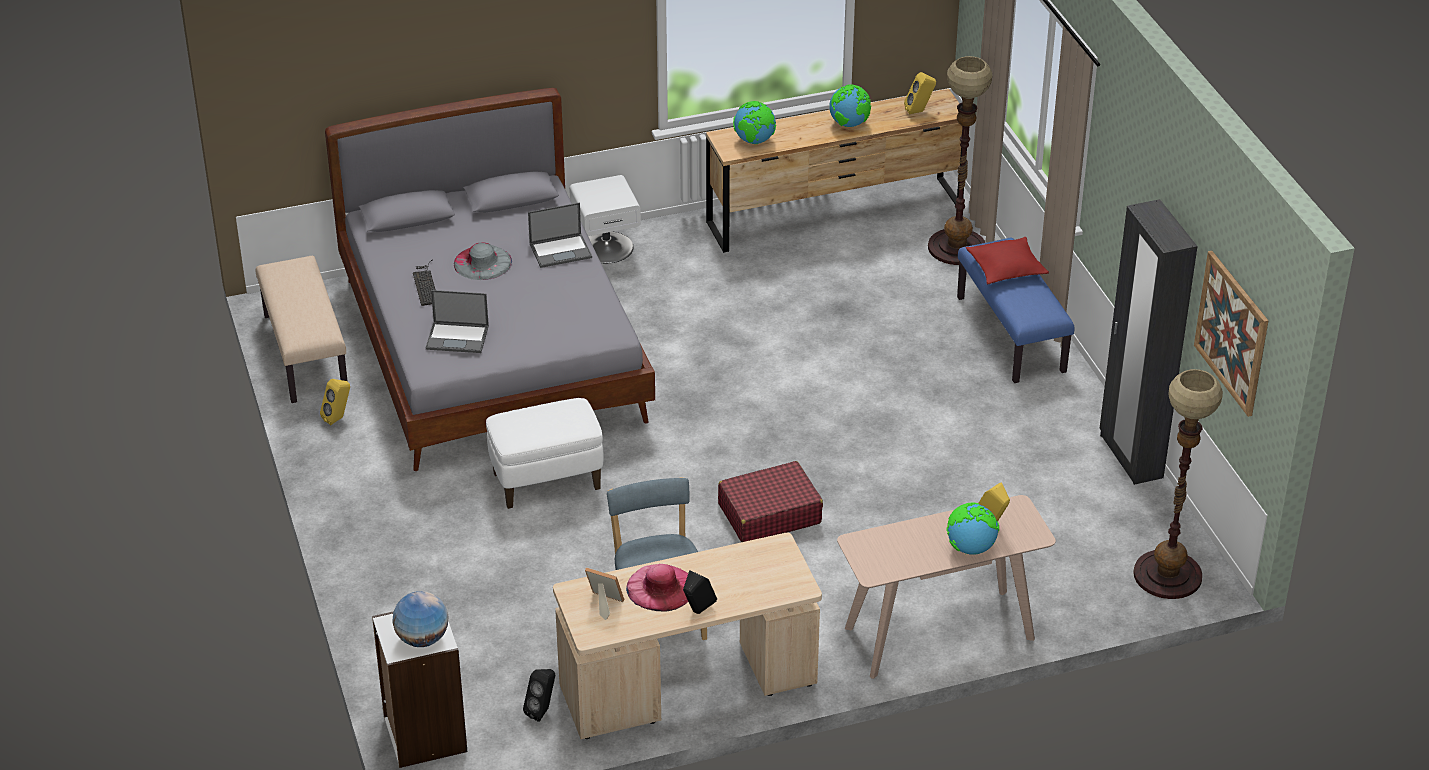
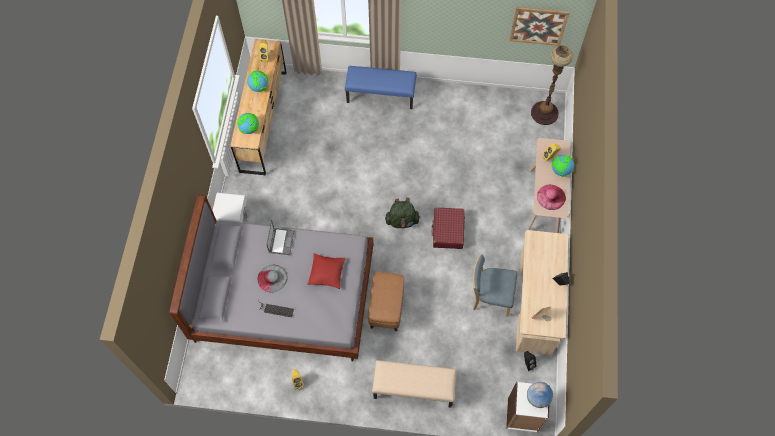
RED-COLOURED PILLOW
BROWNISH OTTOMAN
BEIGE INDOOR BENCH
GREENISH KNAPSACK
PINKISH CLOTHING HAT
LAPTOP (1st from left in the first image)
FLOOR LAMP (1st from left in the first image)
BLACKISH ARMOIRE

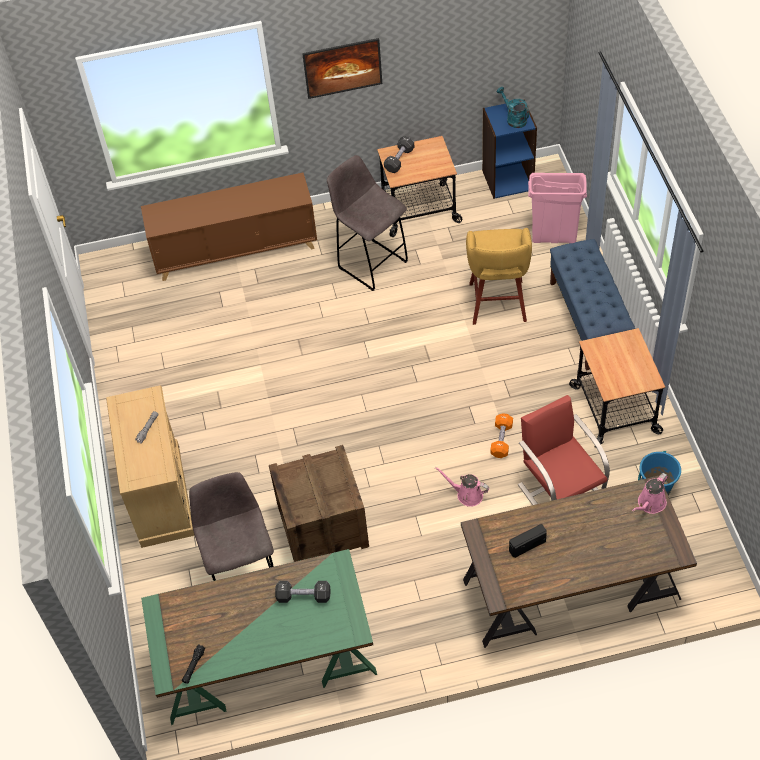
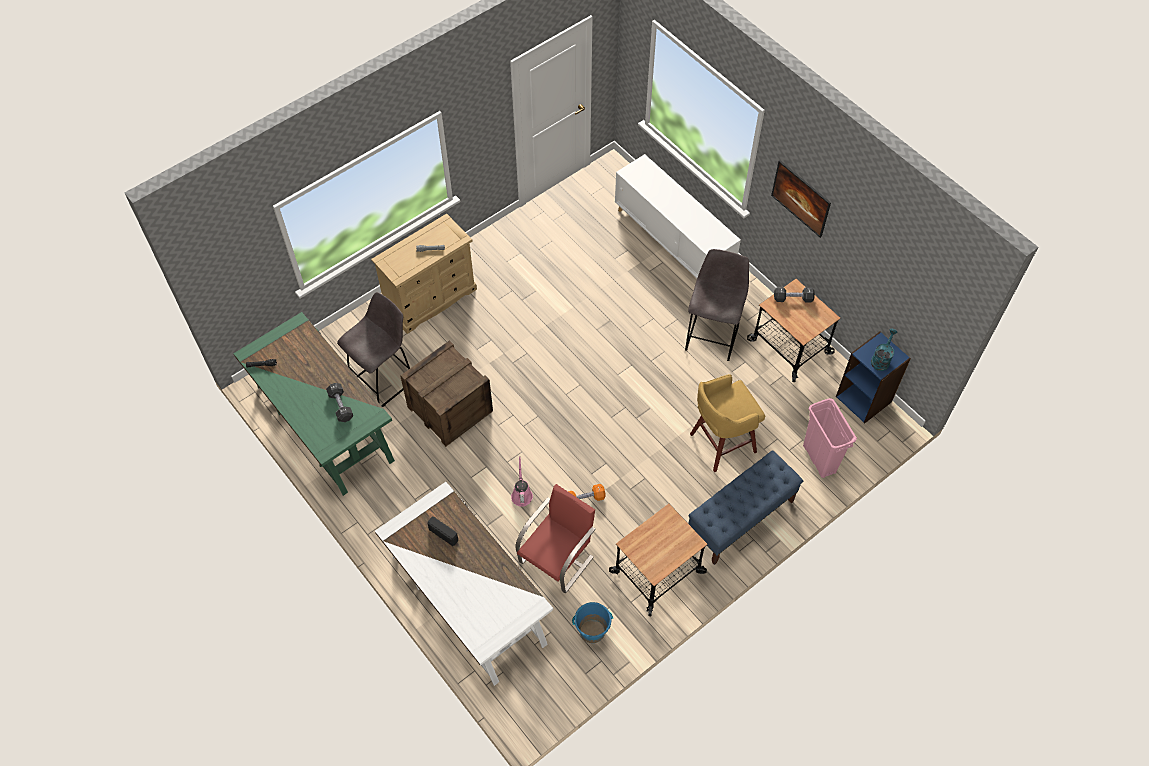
WHITISH DESK UNIT
WHITISH STORAGE CABINET
PINKISH WATERING CAN (2nd from left in the first image)

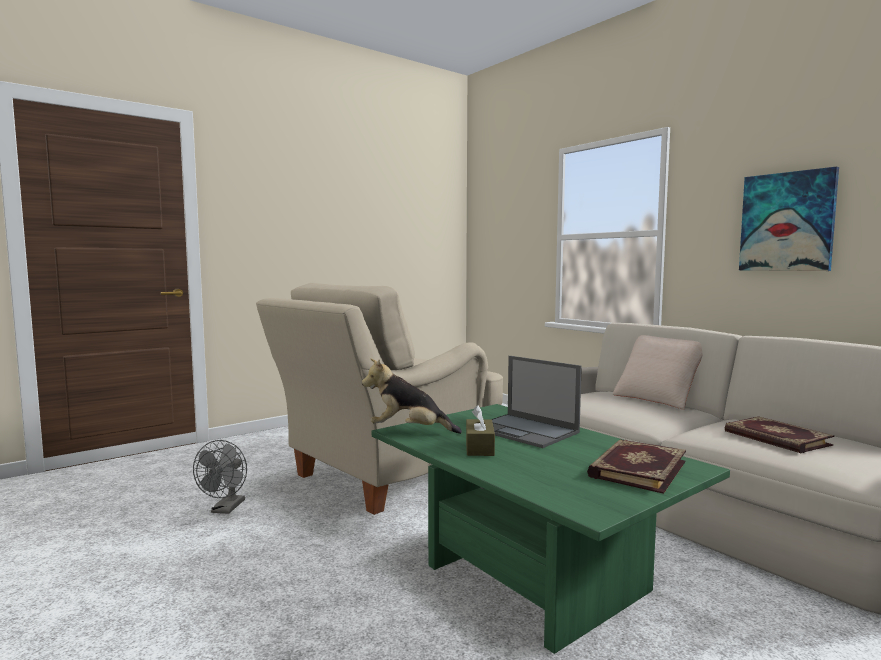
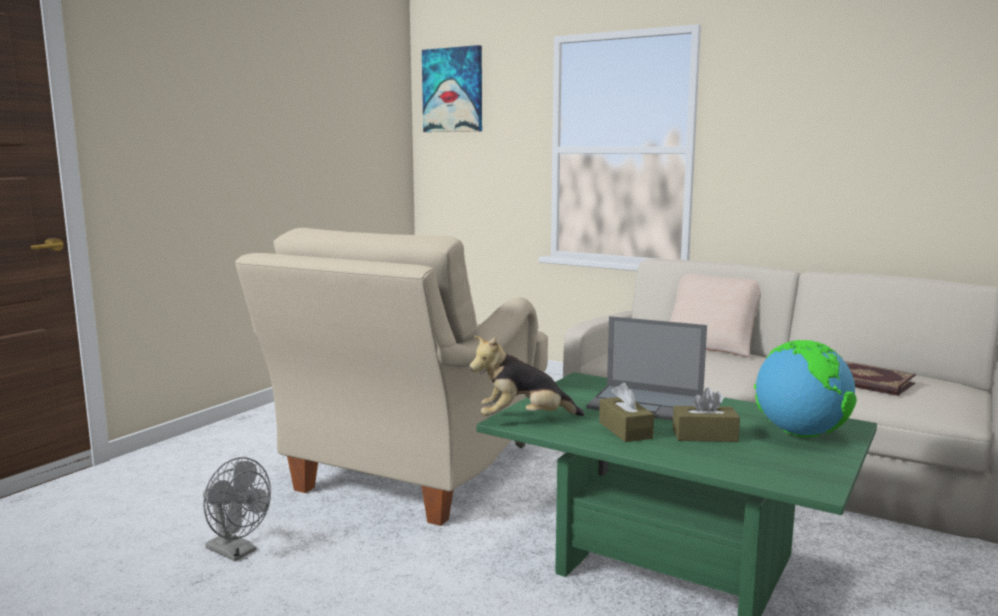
GREYISH ELECTRIC FAN
WALL ART
BROWNISH TISSUE BOX (2nd from left)
DESK GLOBE

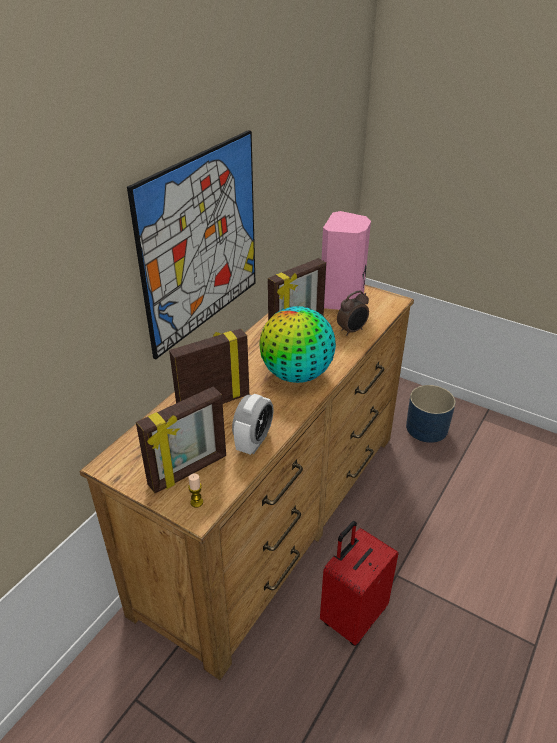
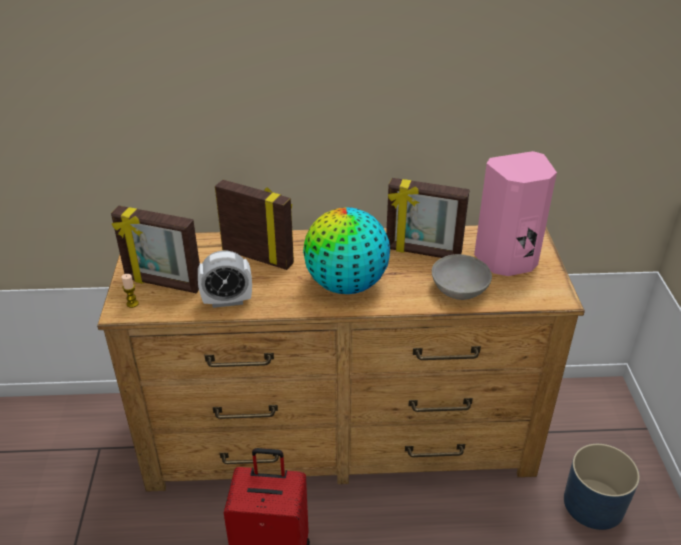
GREYISH SERVING BOWL
WALL ART

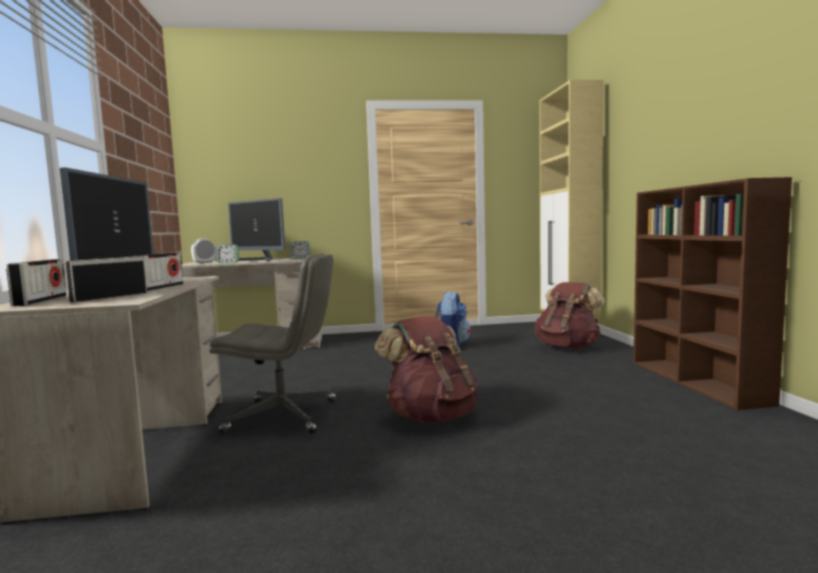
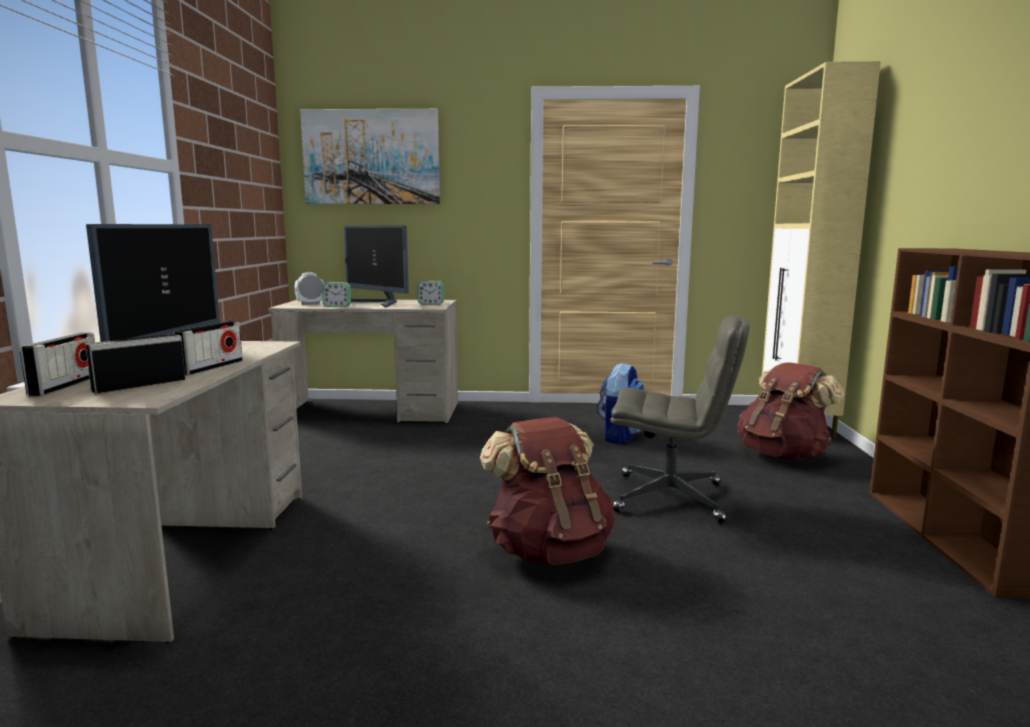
WALL ART
GREYISH DESK CHAIR

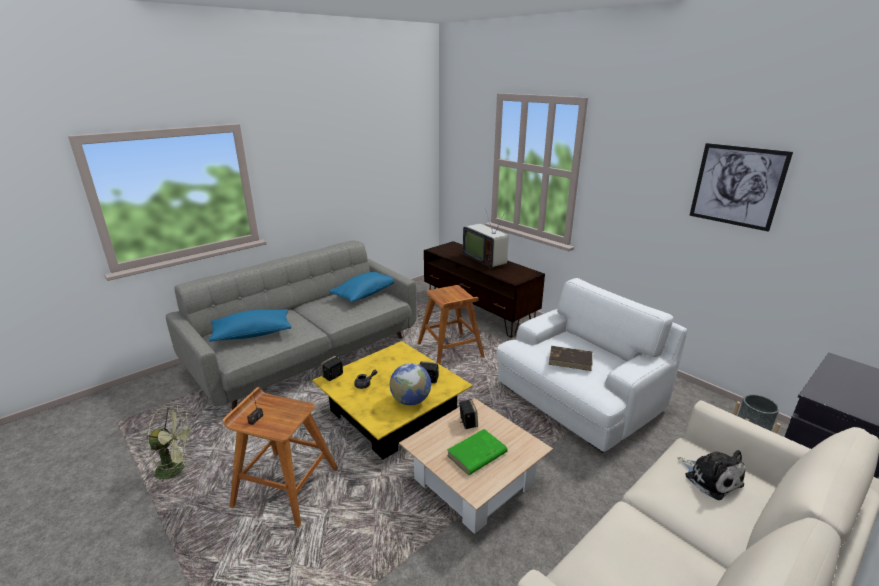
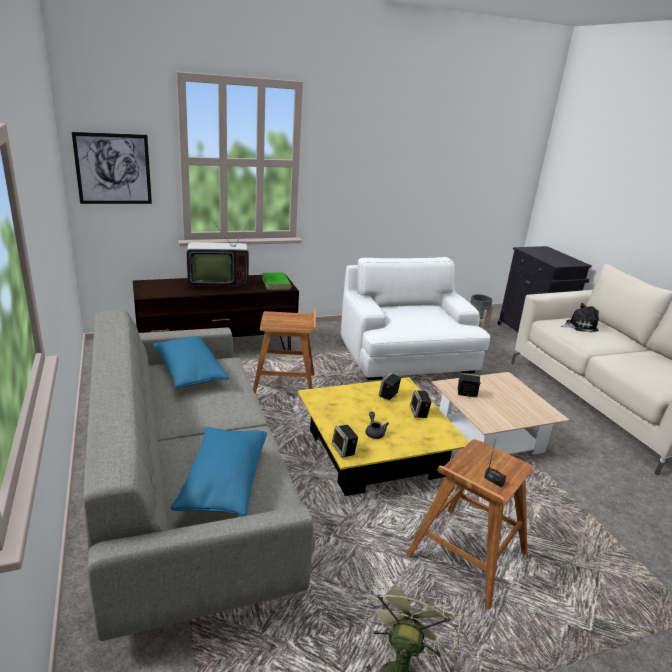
WALL ART
GREENISH BOUND BOOK
AUDIO SPEAKER (3rd from left)
BROWNISH BOUND BOOK

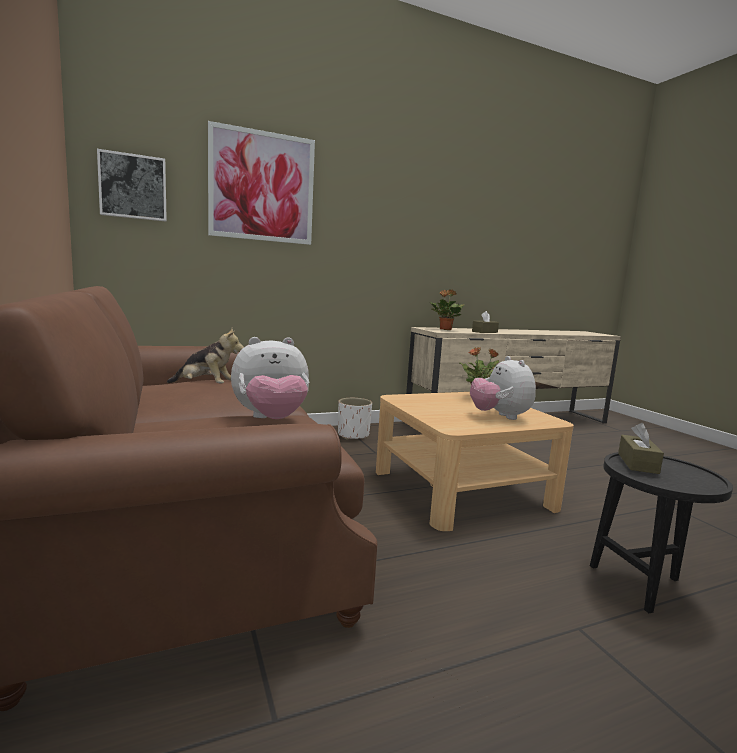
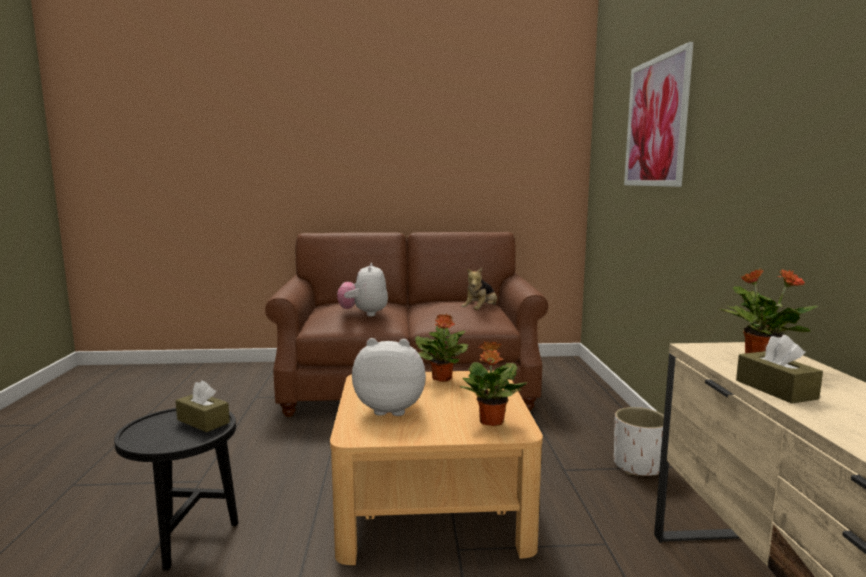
PLANT IN A POT (1st from left)
WALL ART (1st from left in the first image)

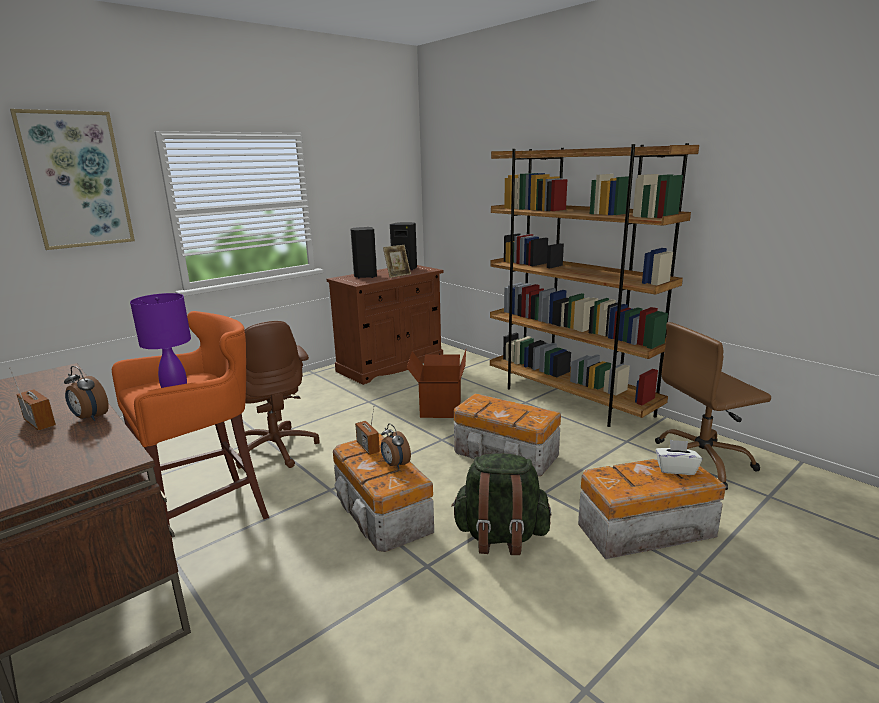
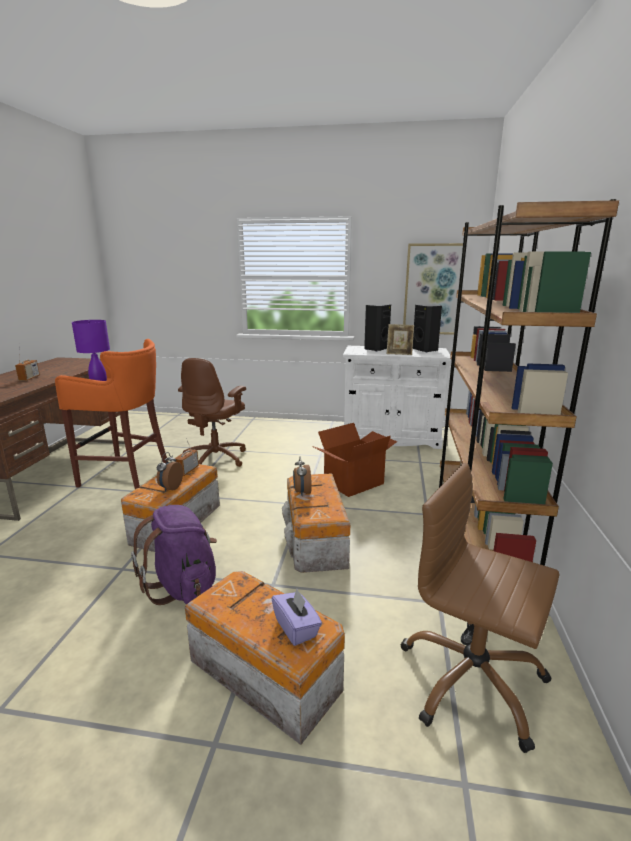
PURPLE-COLOURED KNAPSACK
PURPLE-COLOURED TISSUE BOX
ALARM CLOCK (2nd from left)
WHITISH STORAGE CABINET
WALL ART

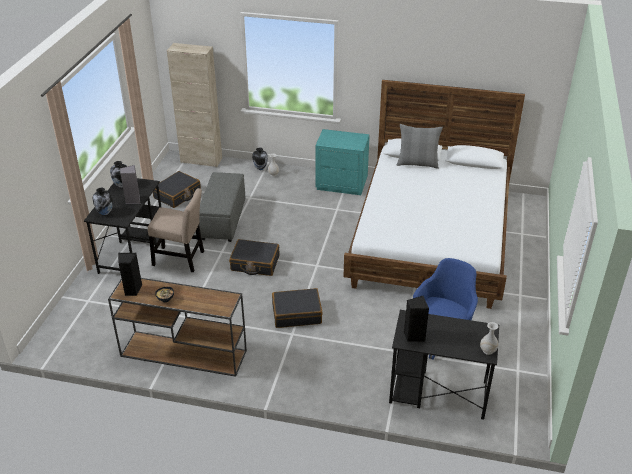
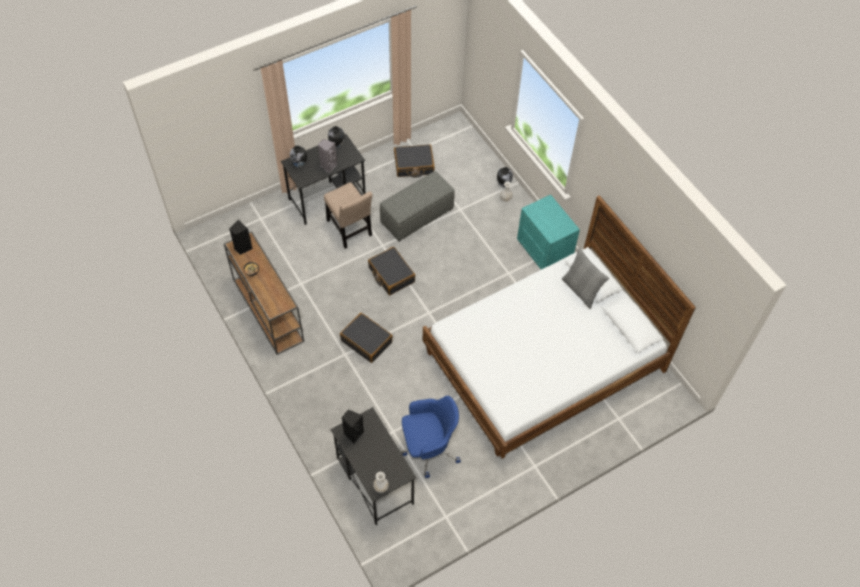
BEIGE STORAGE CABINET

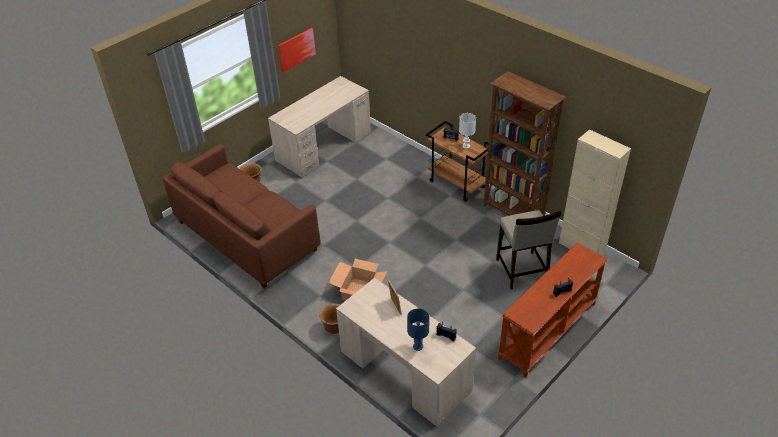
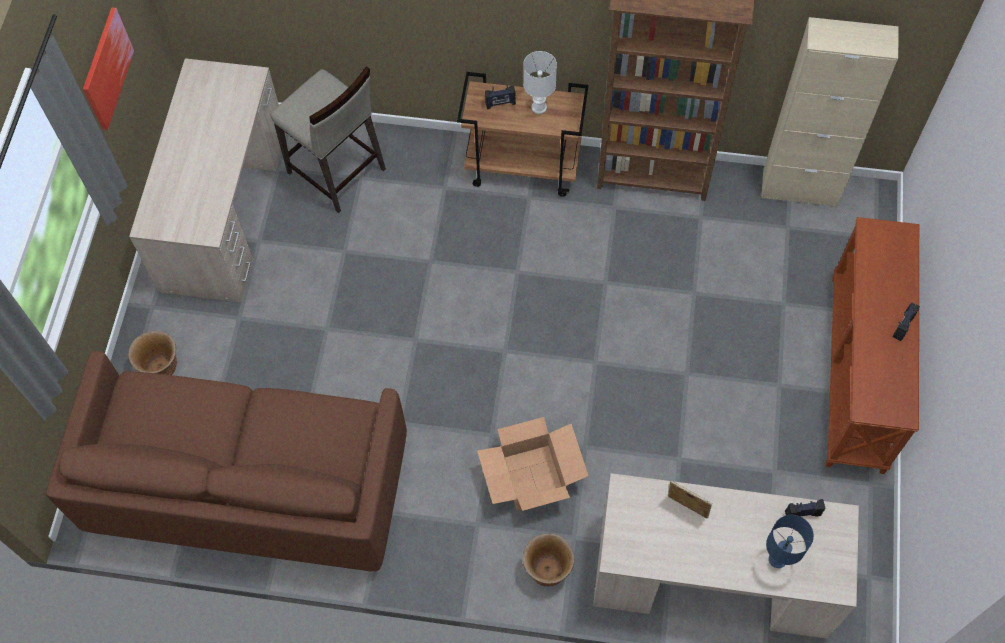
BEIGE SITTING STOOL

